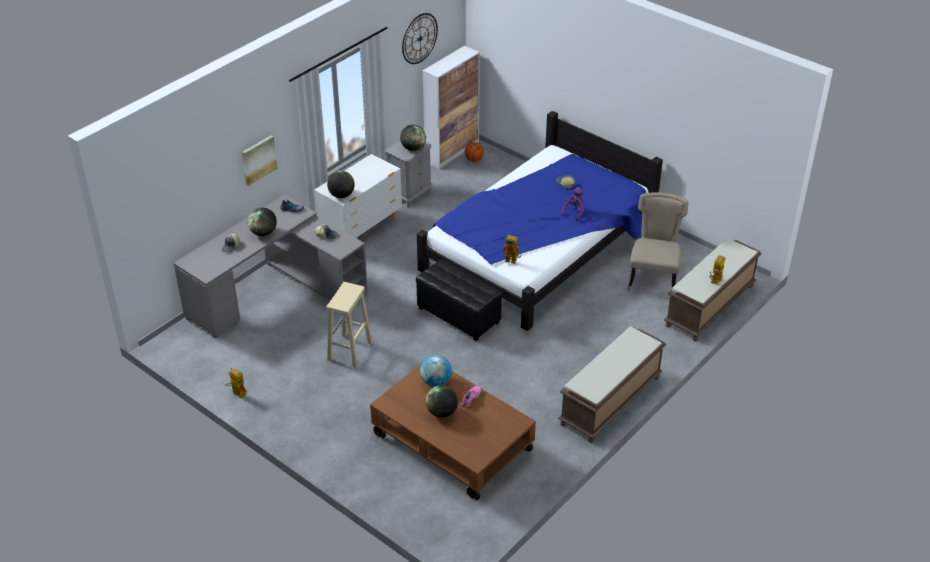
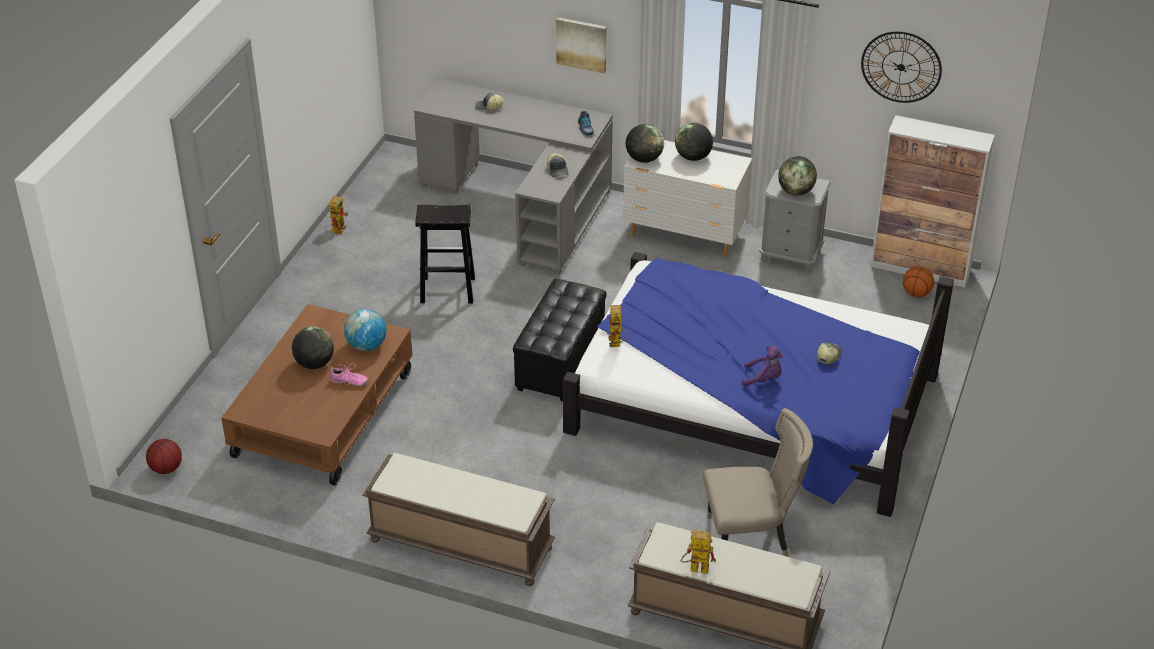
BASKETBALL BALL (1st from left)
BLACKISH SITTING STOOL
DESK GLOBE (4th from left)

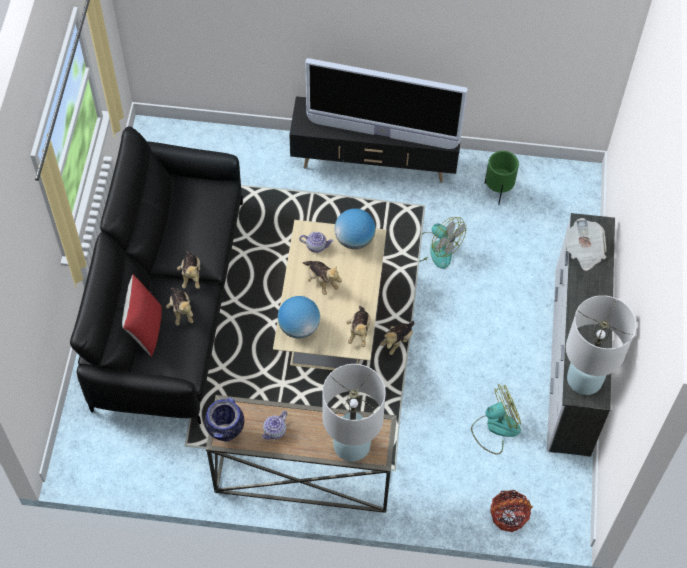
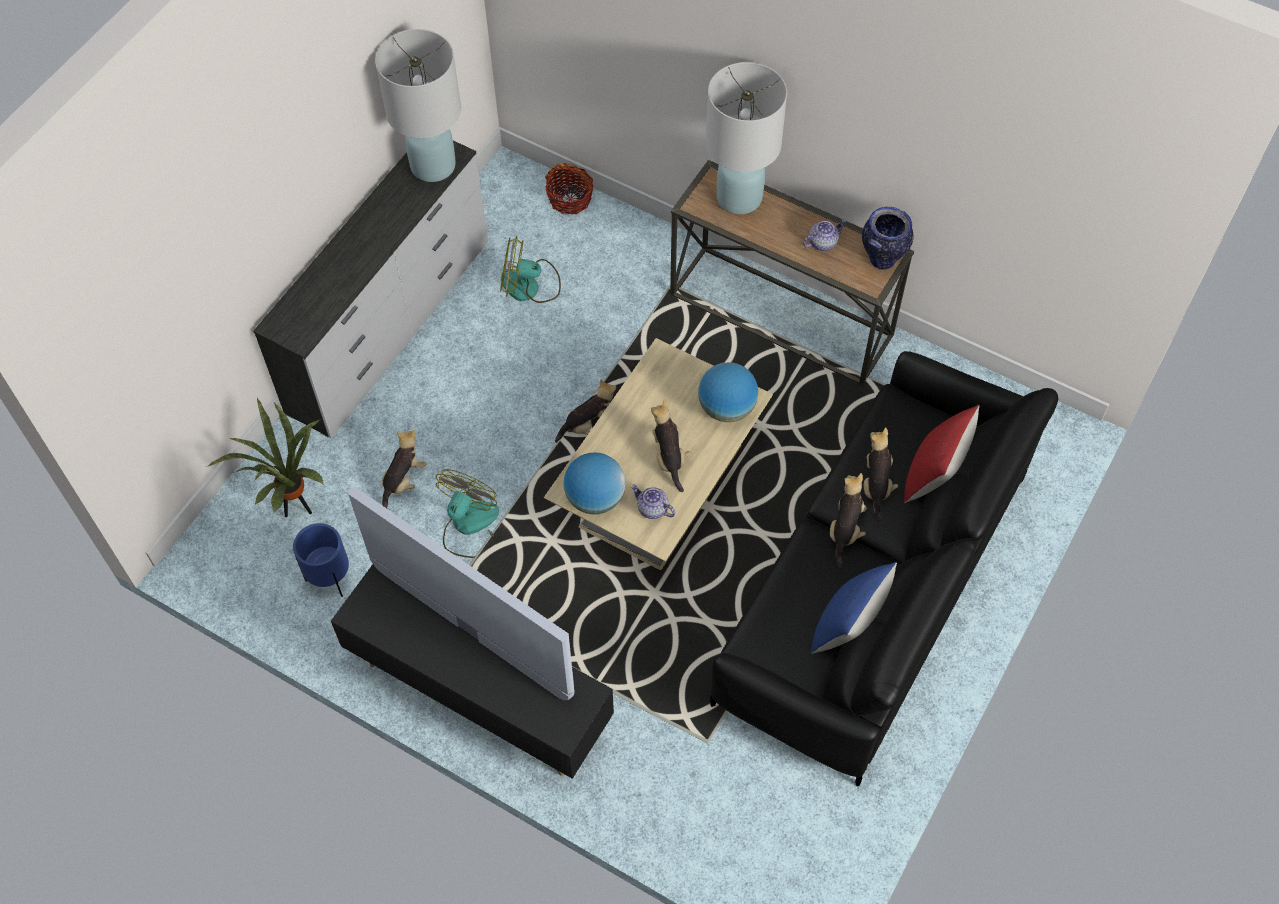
PLANT IN A POT
BLUE-COLOURED FLOWER POT
SOFT TOY (1st from left)
ELECTRIC FAN (1st from left)
BLUE-COLOURED PILLOW
NEWSPAPER

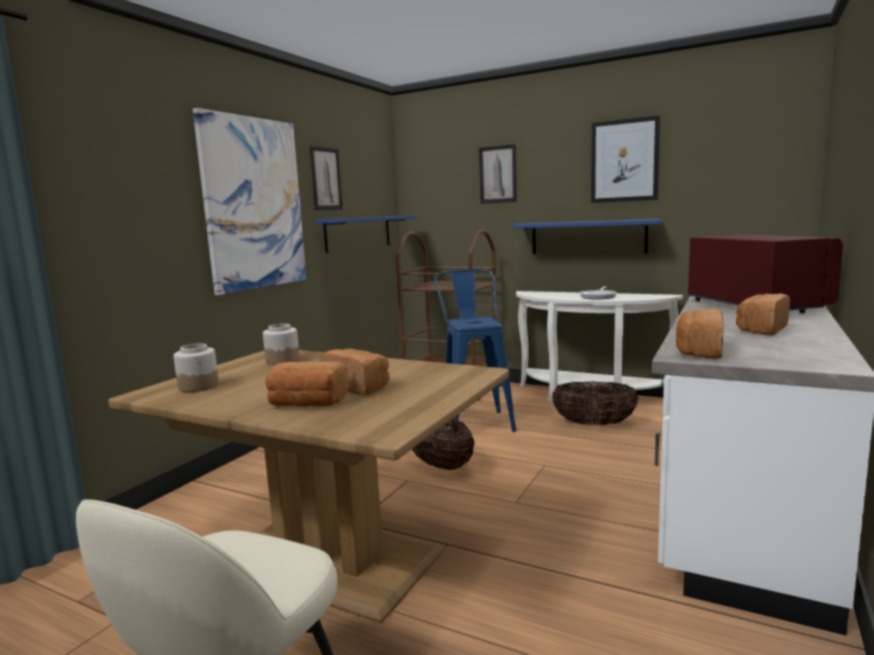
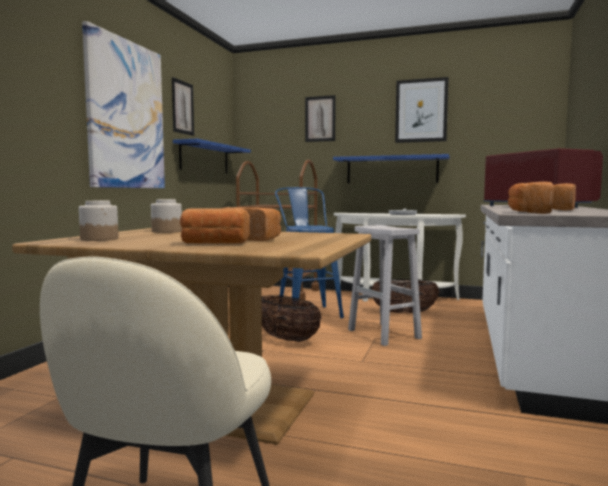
WHITISH SITTING STOOL

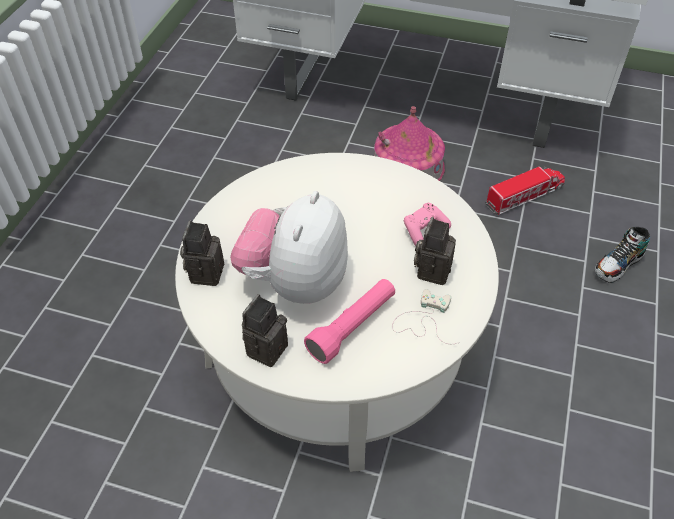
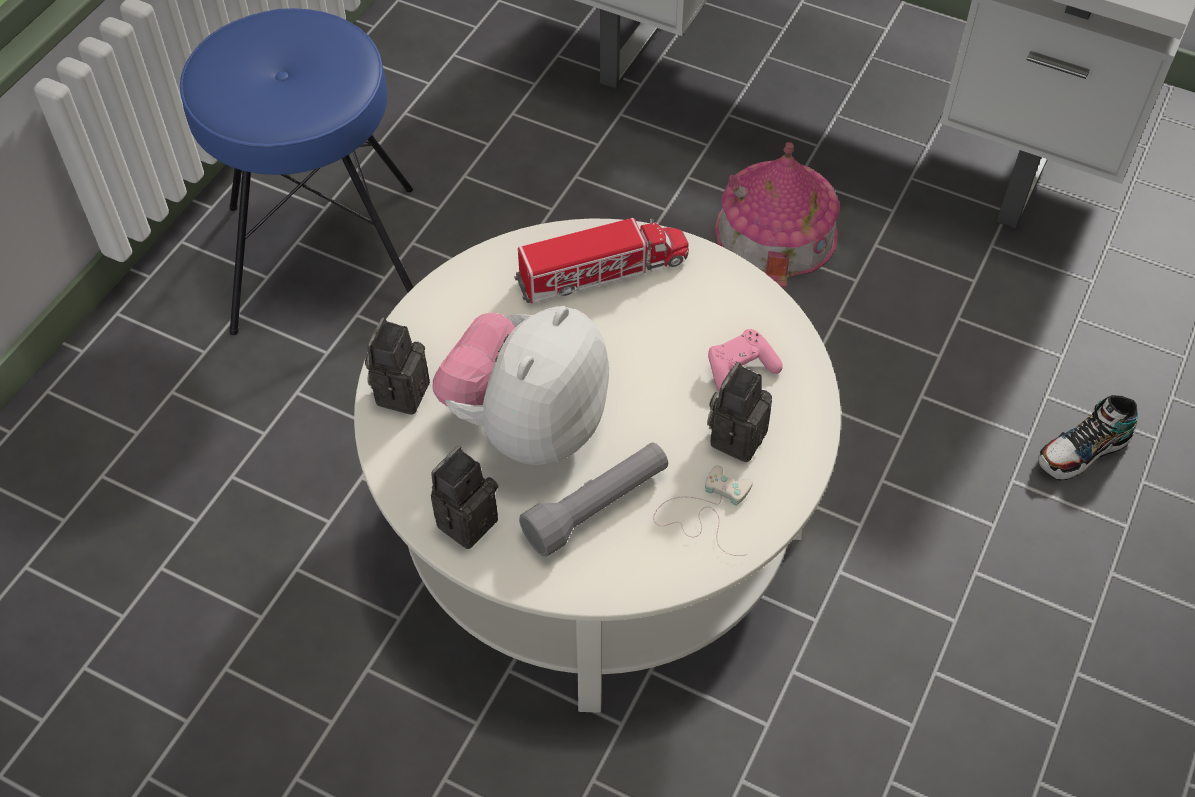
BLUE-COLOURED SITTING STOOL
TOY LORRY
GREYISH HAND TORCH

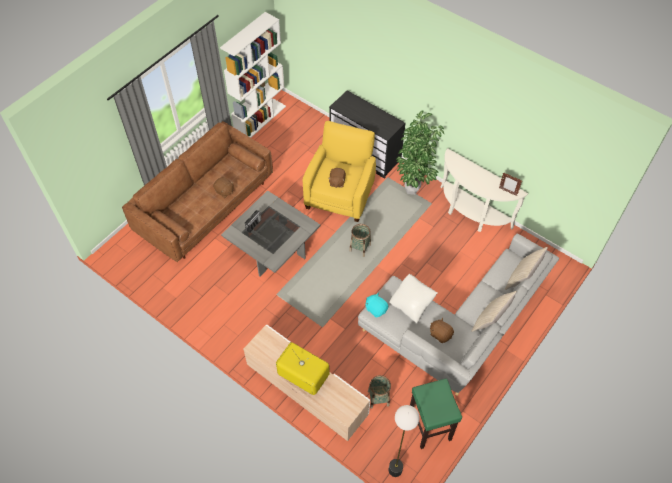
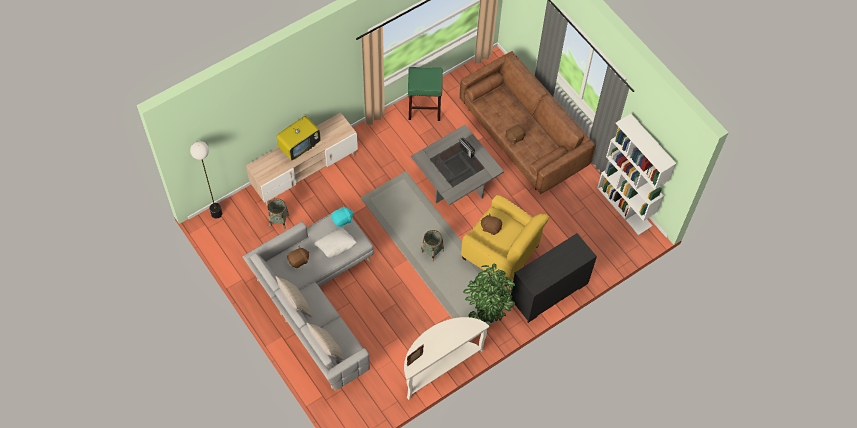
GREENISH SITTING STOOL

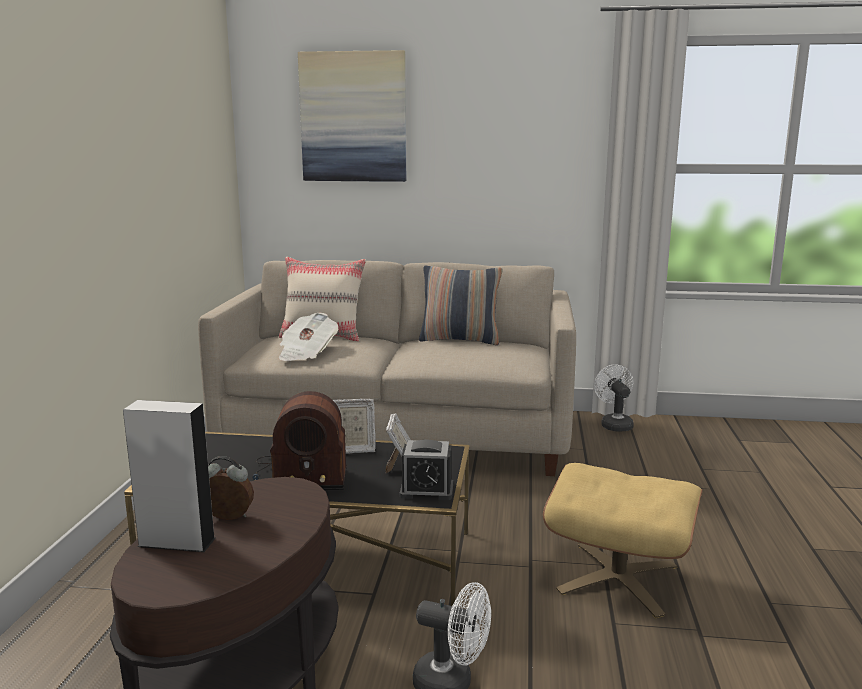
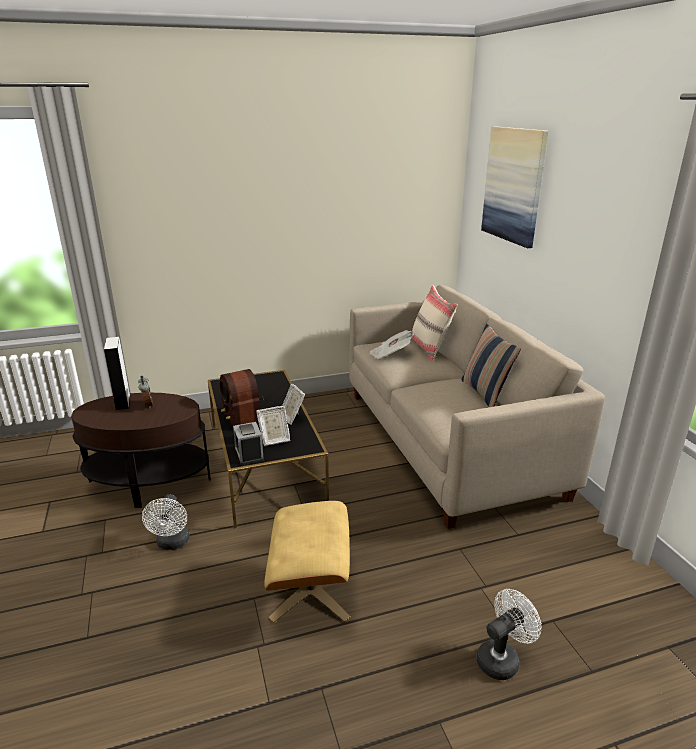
WHITISH ELECTRIC FAN (2nd from left)

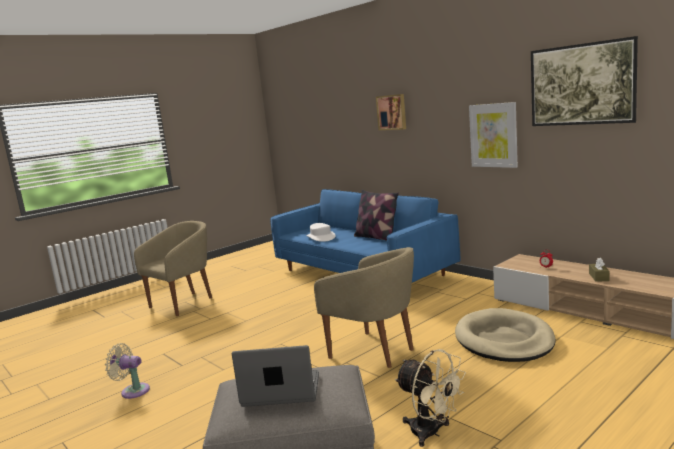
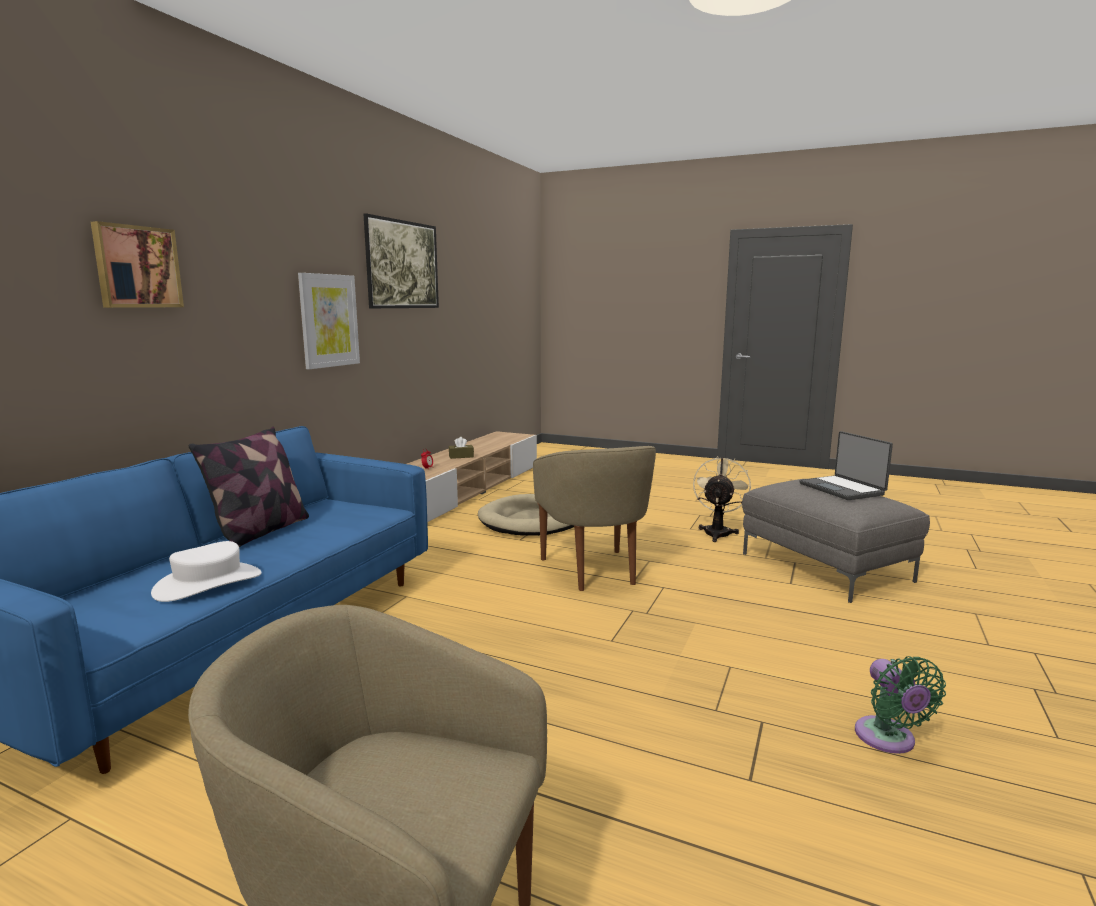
BEIGE EASY CHAIR (2nd from left)
GREENISH ELECTRIC FAN

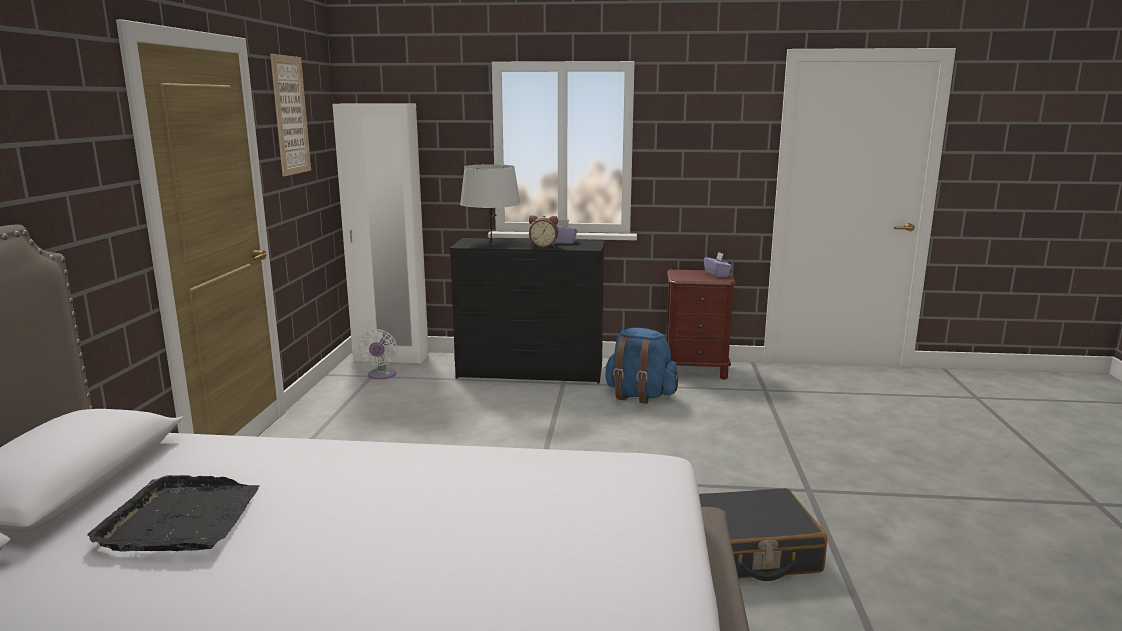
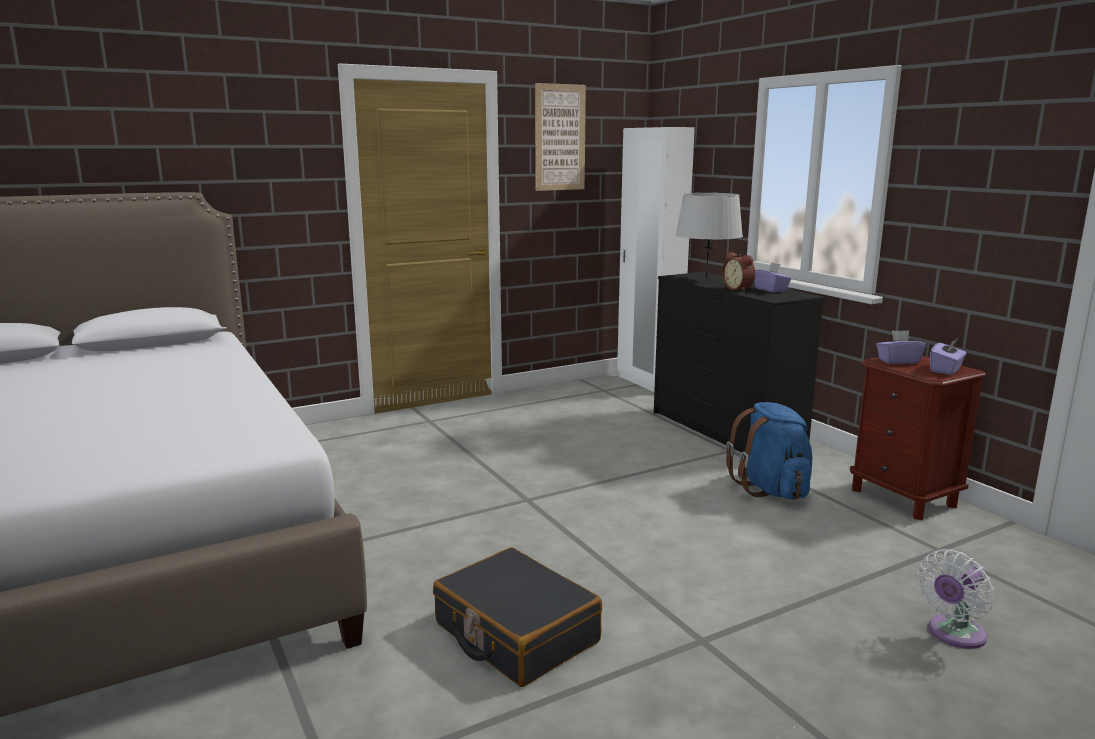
PURPLE-COLOURED TISSUE BOX (2nd from left)
WHITISH ELECTRIC FAN
BLACKISH TRAY

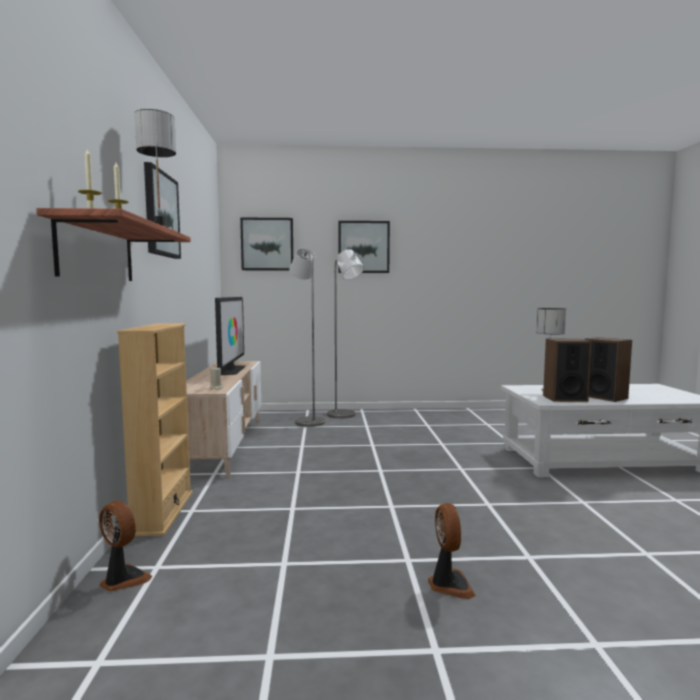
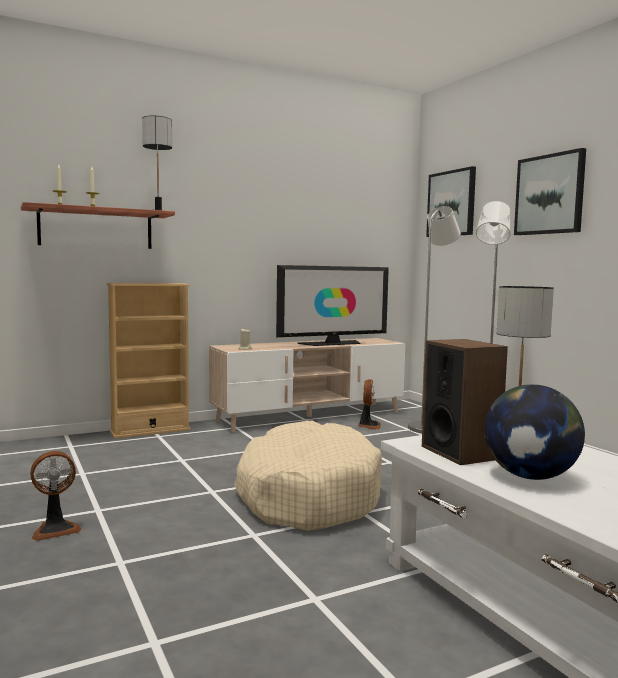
BEIGE DOG BED
ELECTRIC FAN (2nd from left)
DESK GLOBE
WALL ART (1st from left in the first image)

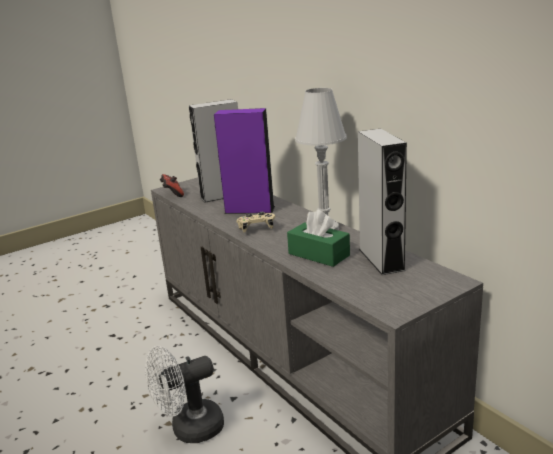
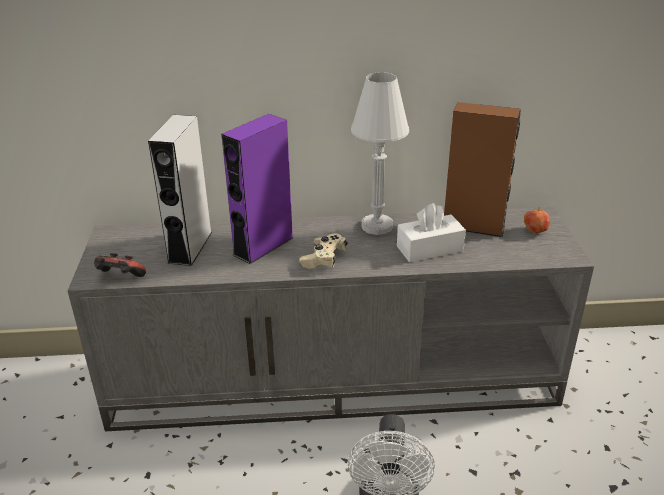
WHITISH TISSUE BOX
BROWNISH AUDIO SPEAKER
WHOLE APPLE

